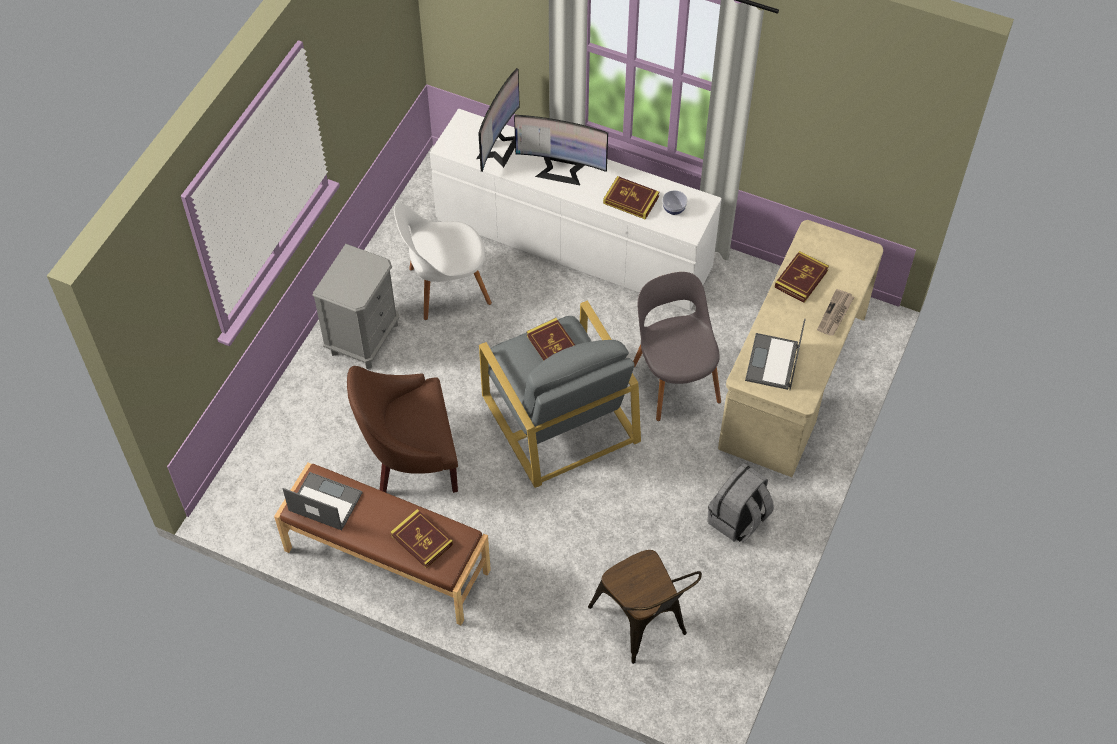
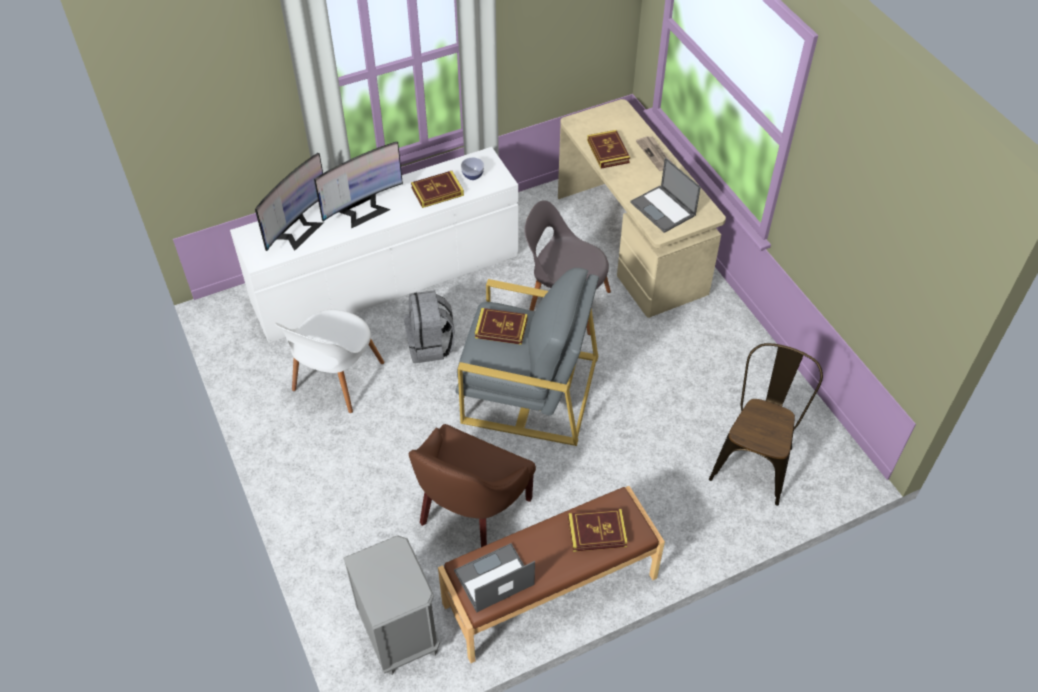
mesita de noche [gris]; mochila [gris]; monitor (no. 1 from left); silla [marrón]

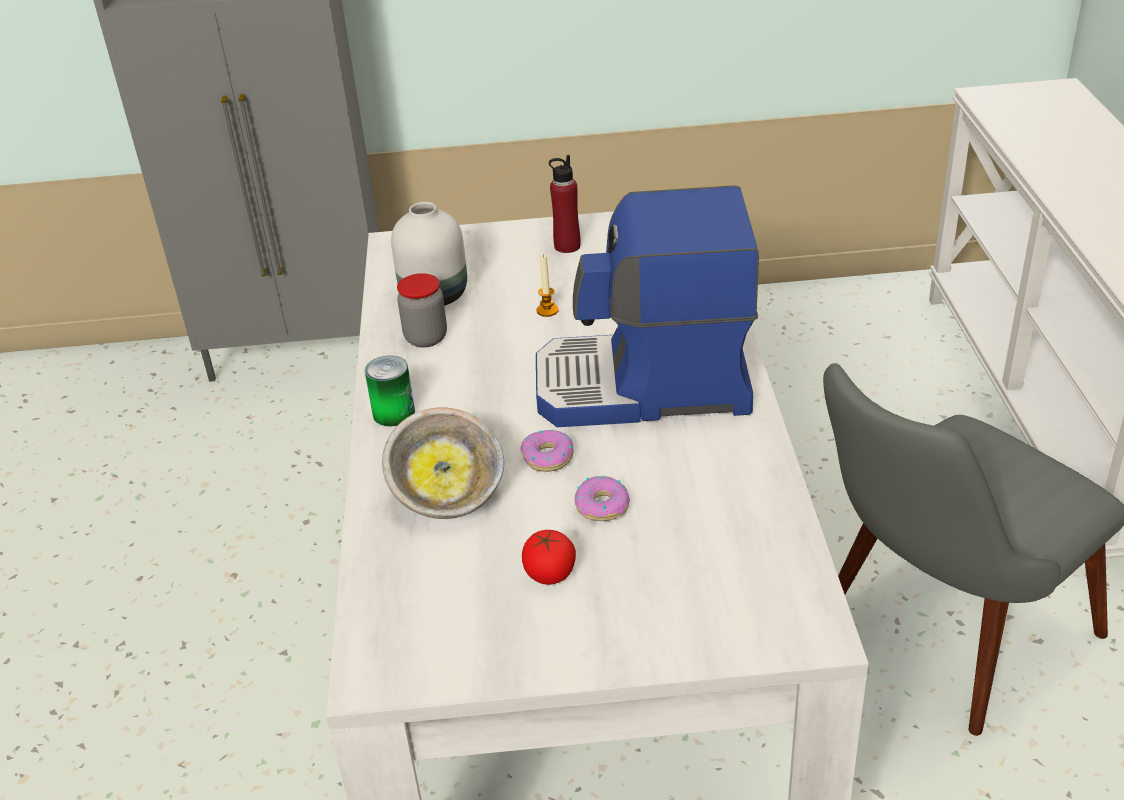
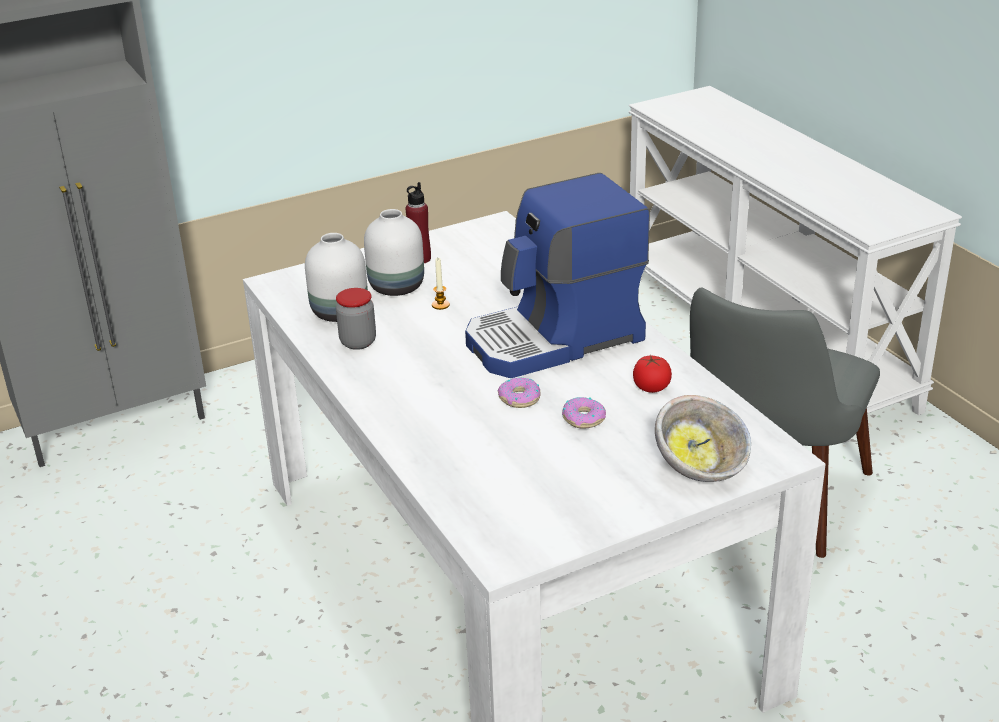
lata; florero [blanco] (no. 2 from left); cuenco; tomate

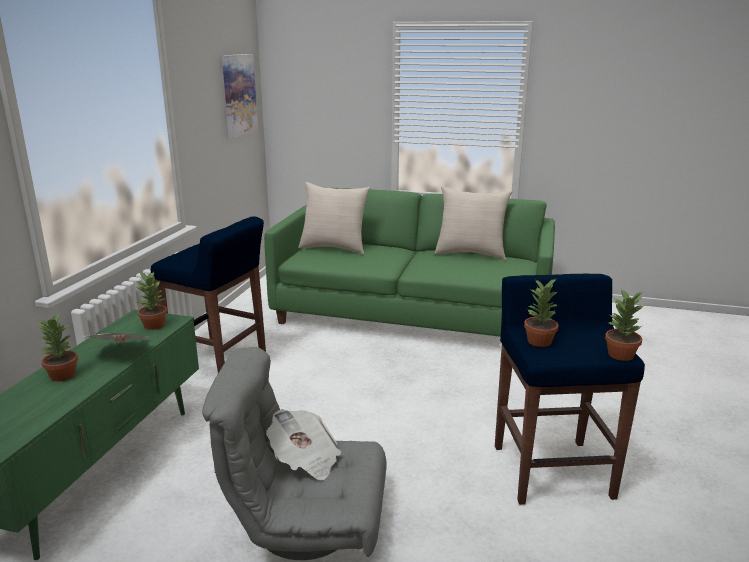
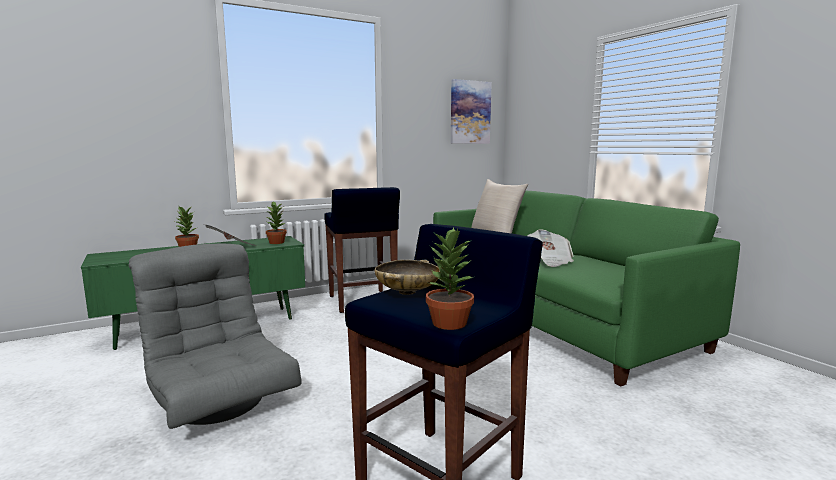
cojín [beis] (no. 2 from left in the first image); periódico (no. 2 from left); cuenco [beis]

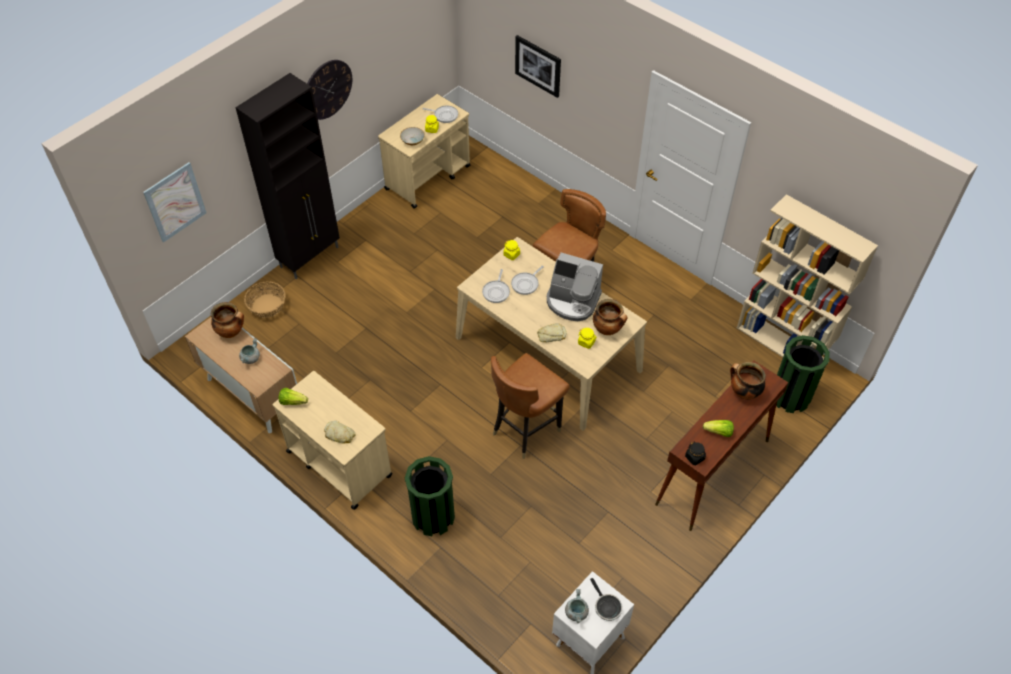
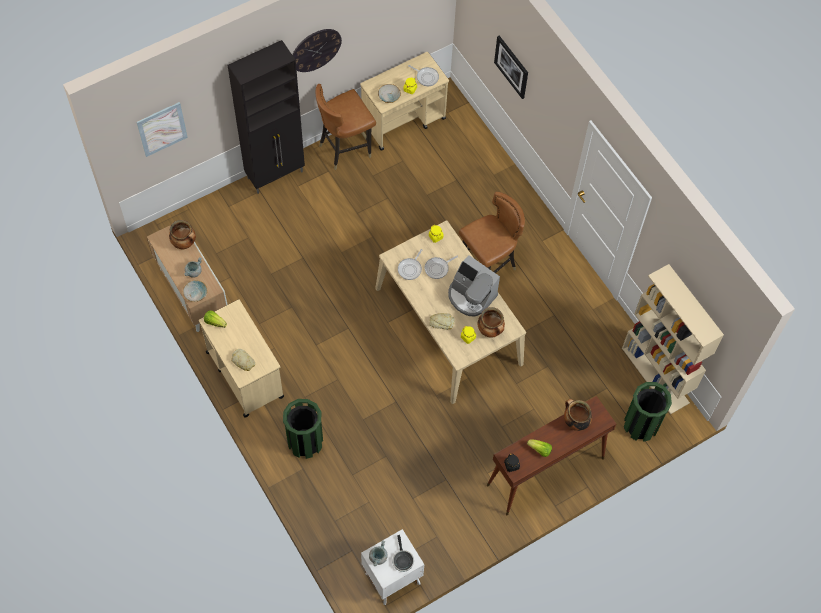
cesta; cuenco (no. 1 from left); silla [marrón] (no. 1 from left)

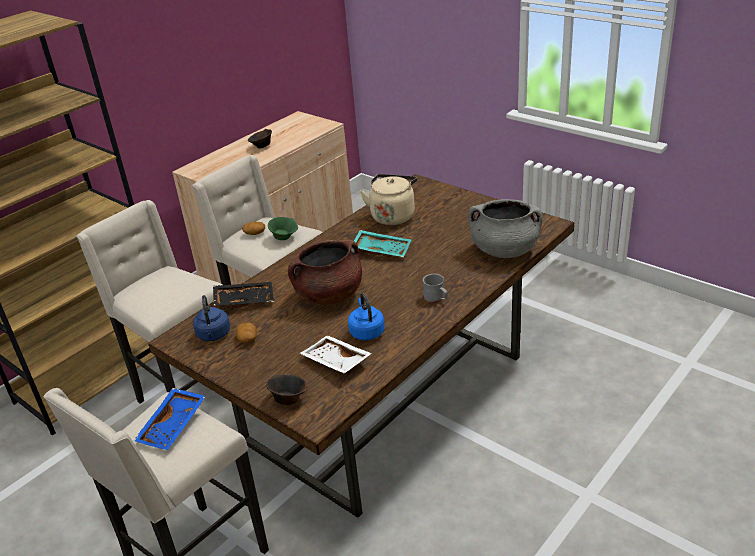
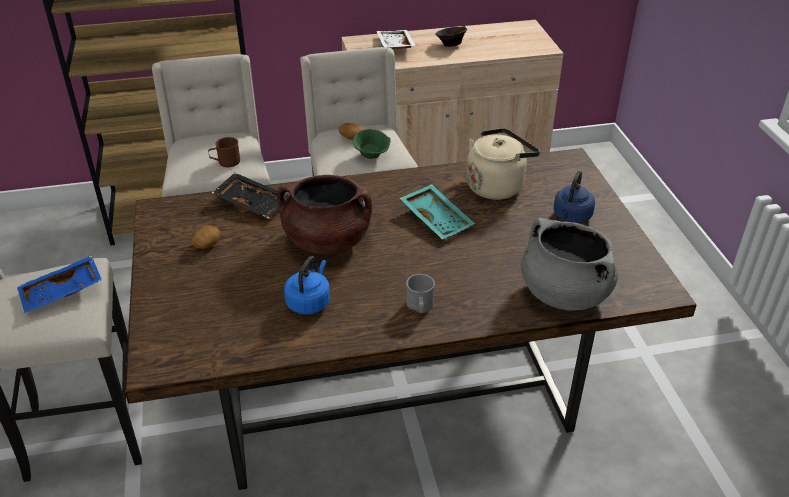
cuenco [marrón] (no. 2 from left in the first image); taza grande [marrón]; hervidor [azul] (no. 2 from left); bandeja [blanco]

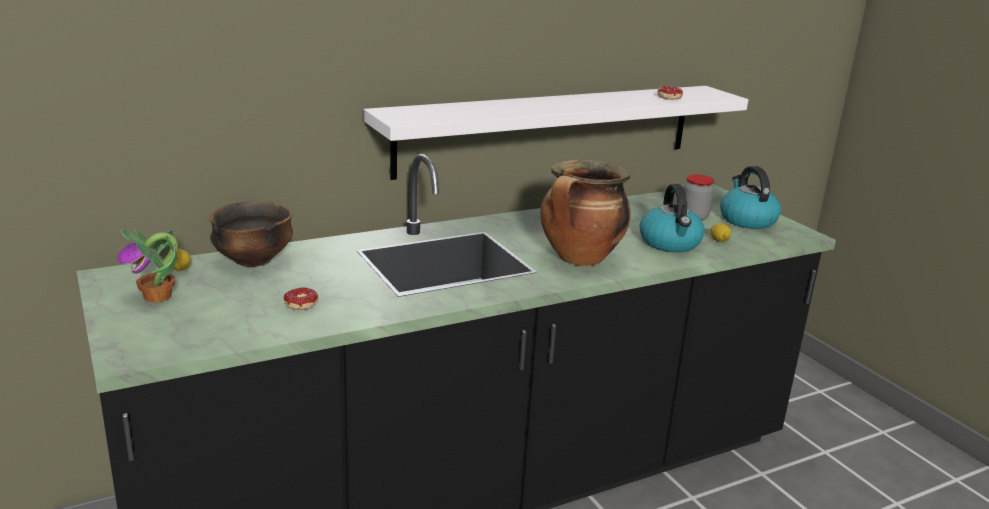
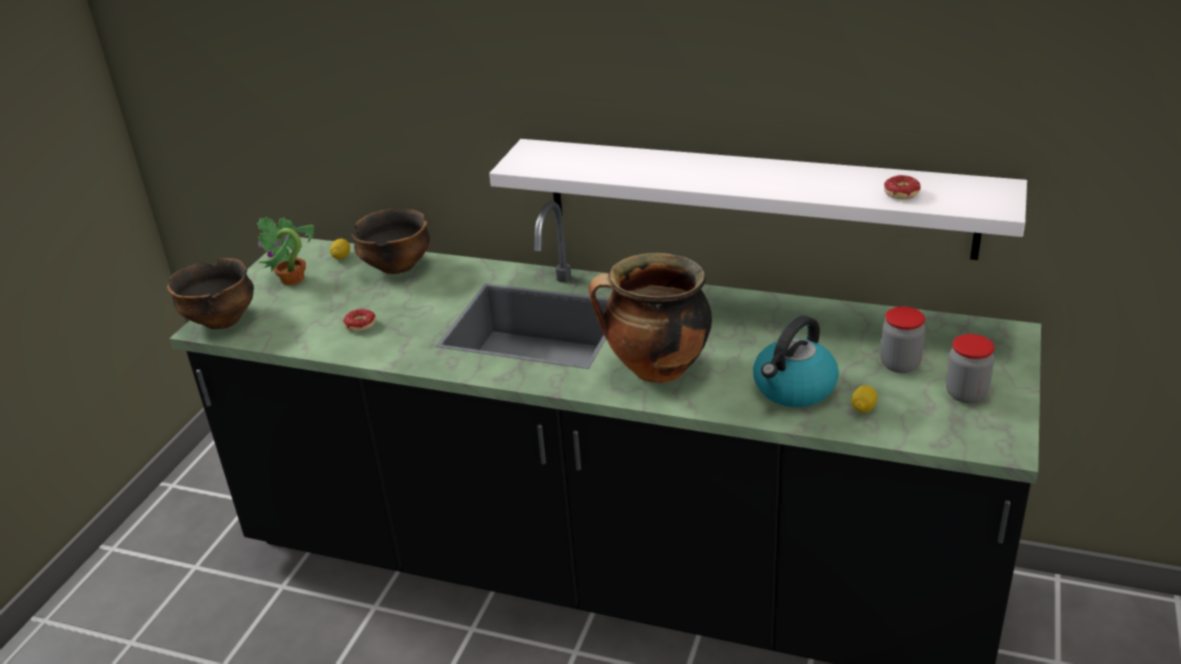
cuenco (no. 1 from left); tarro (no. 2 from left)

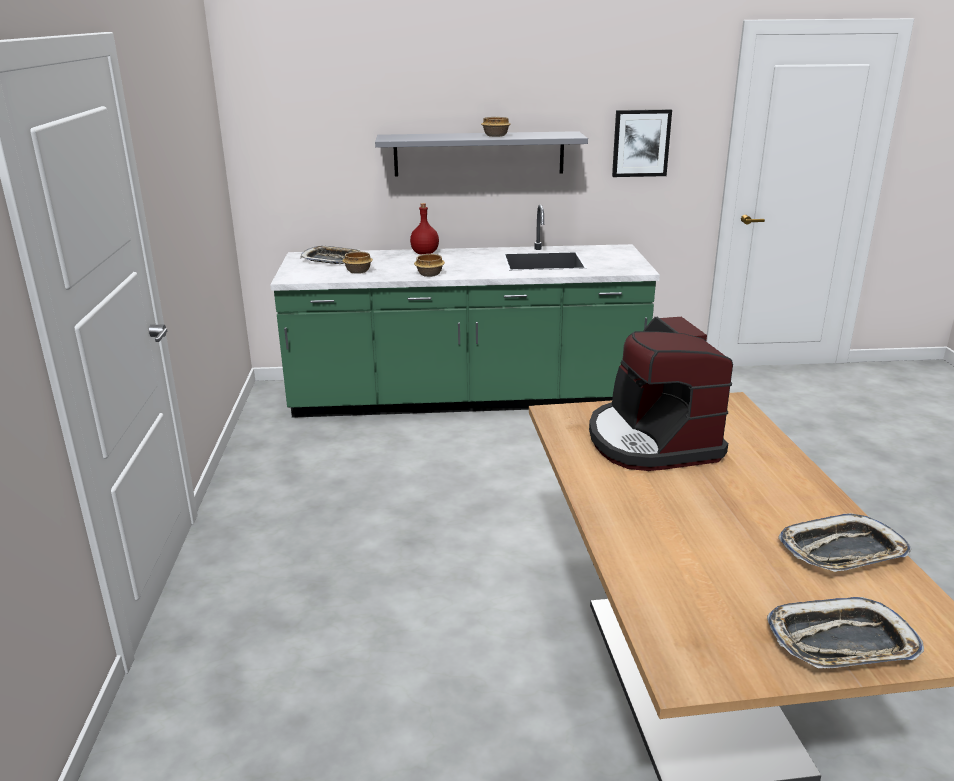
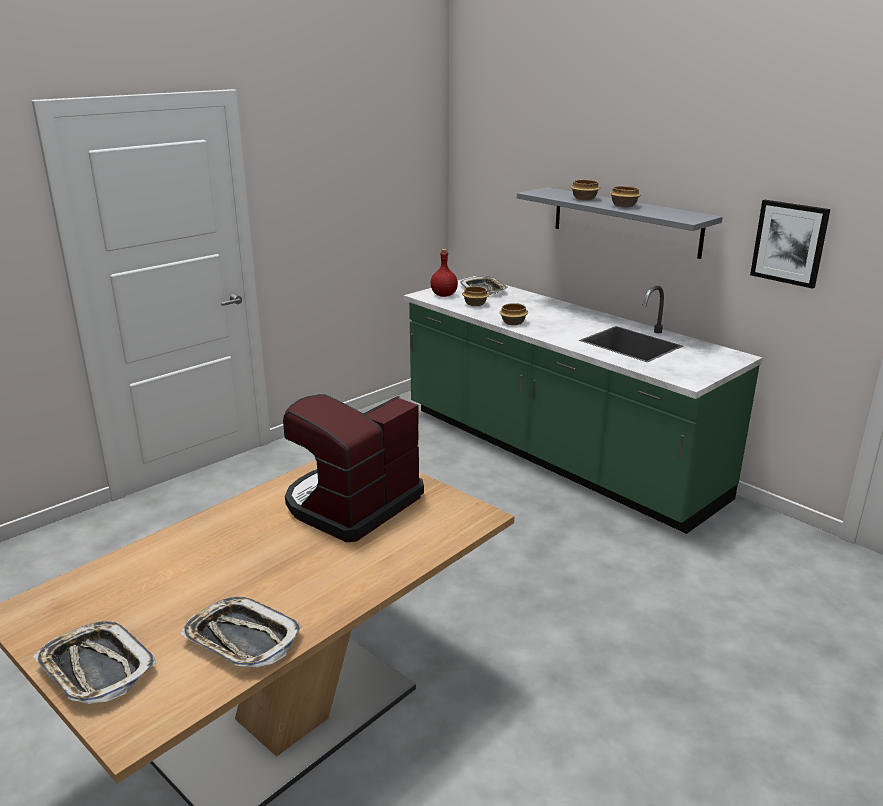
cuenco (no. 3 from left); botella [rojo]

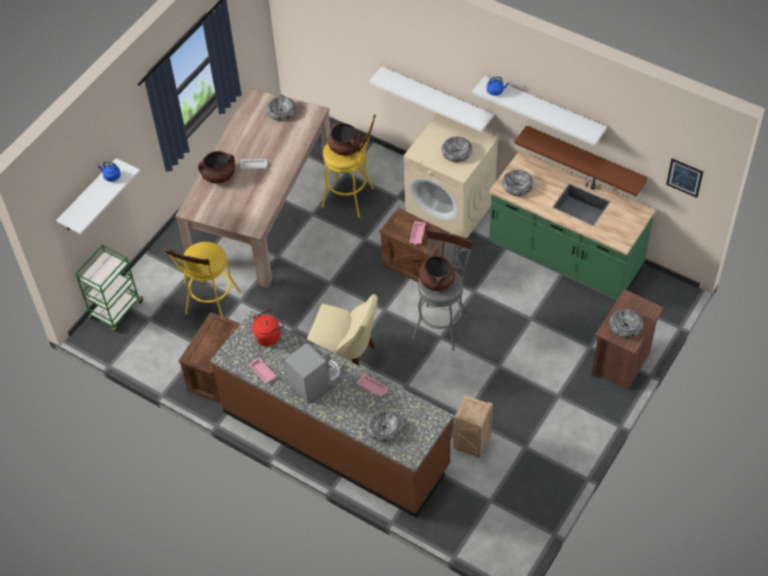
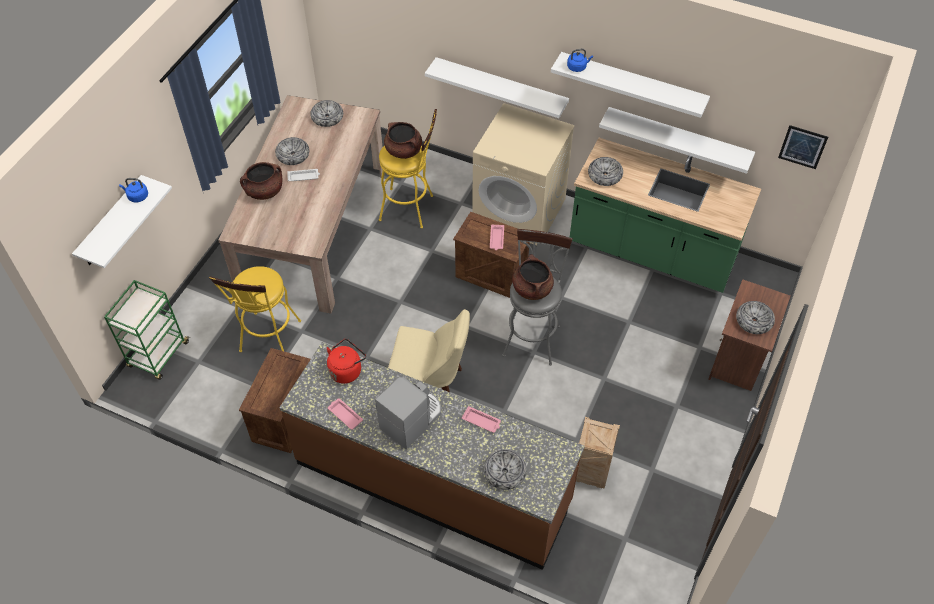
cuenco (no. 1 from left); estante [blanco] (no. 4 from left)

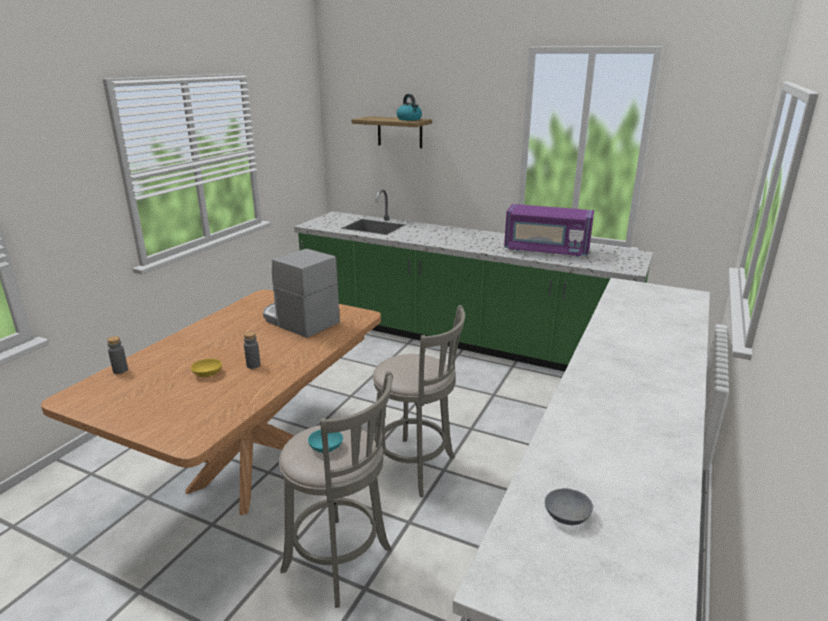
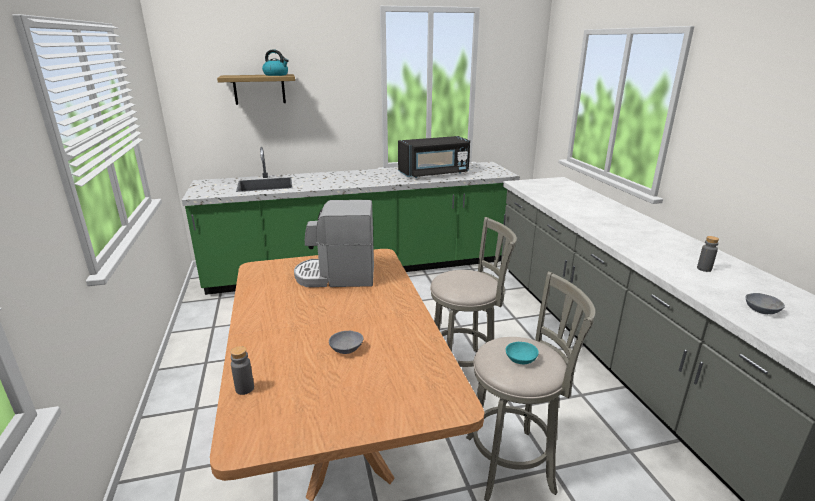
botella [gris] (no. 2 from left); cuenco [gris] (no. 1 from left); microondas [negro]

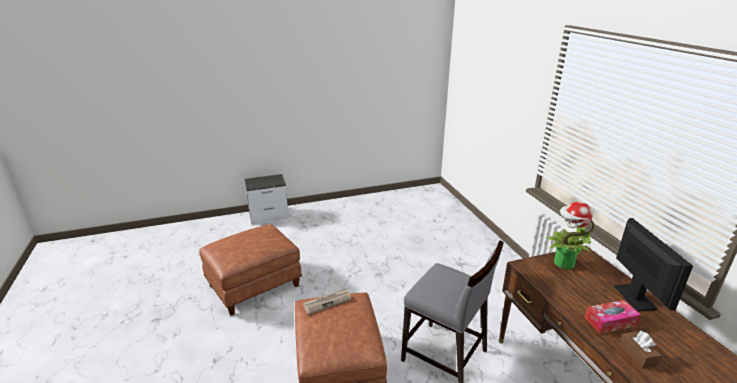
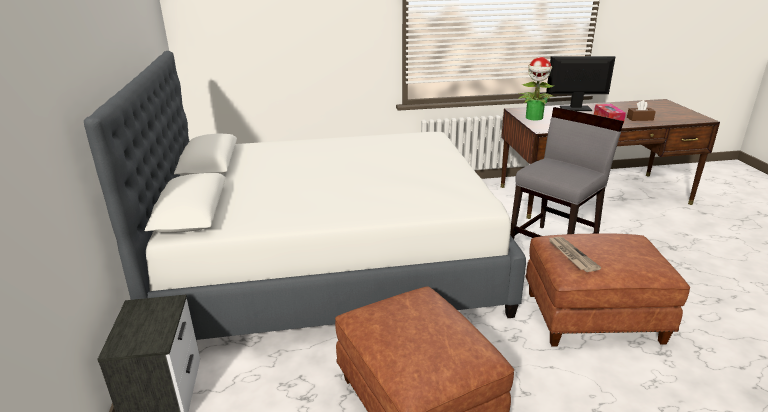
cama [blanco]

